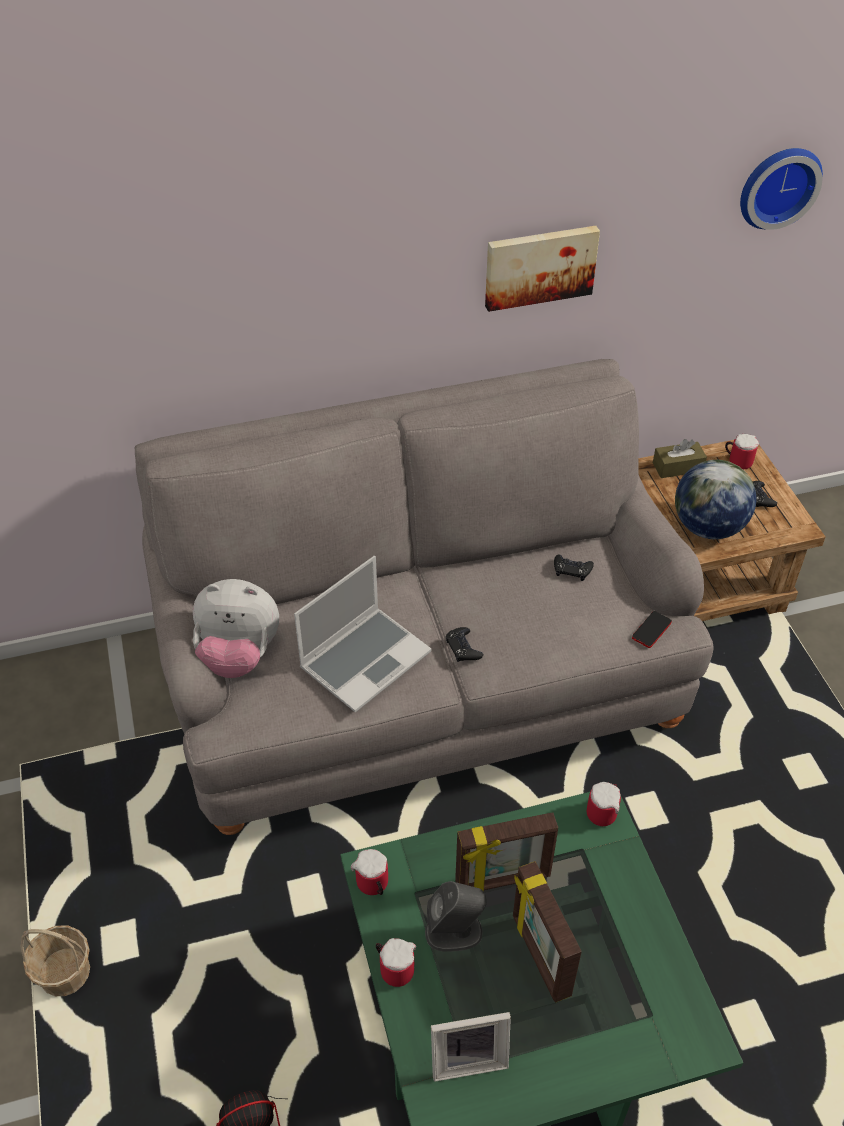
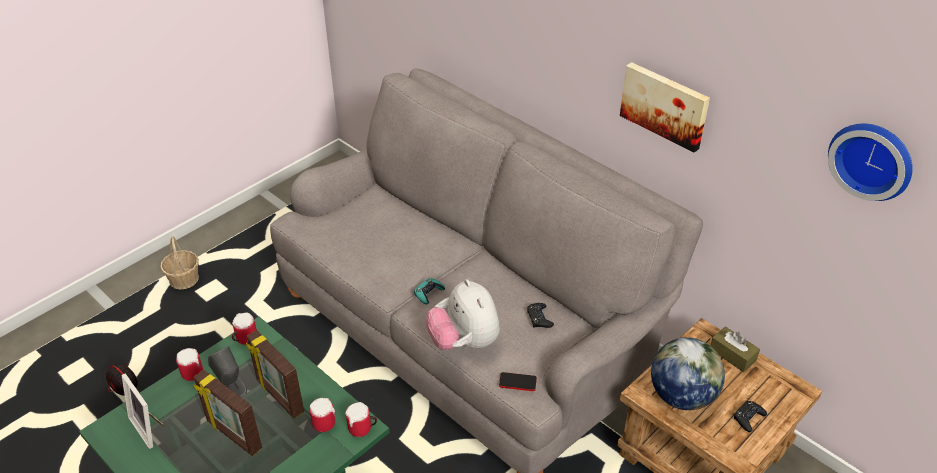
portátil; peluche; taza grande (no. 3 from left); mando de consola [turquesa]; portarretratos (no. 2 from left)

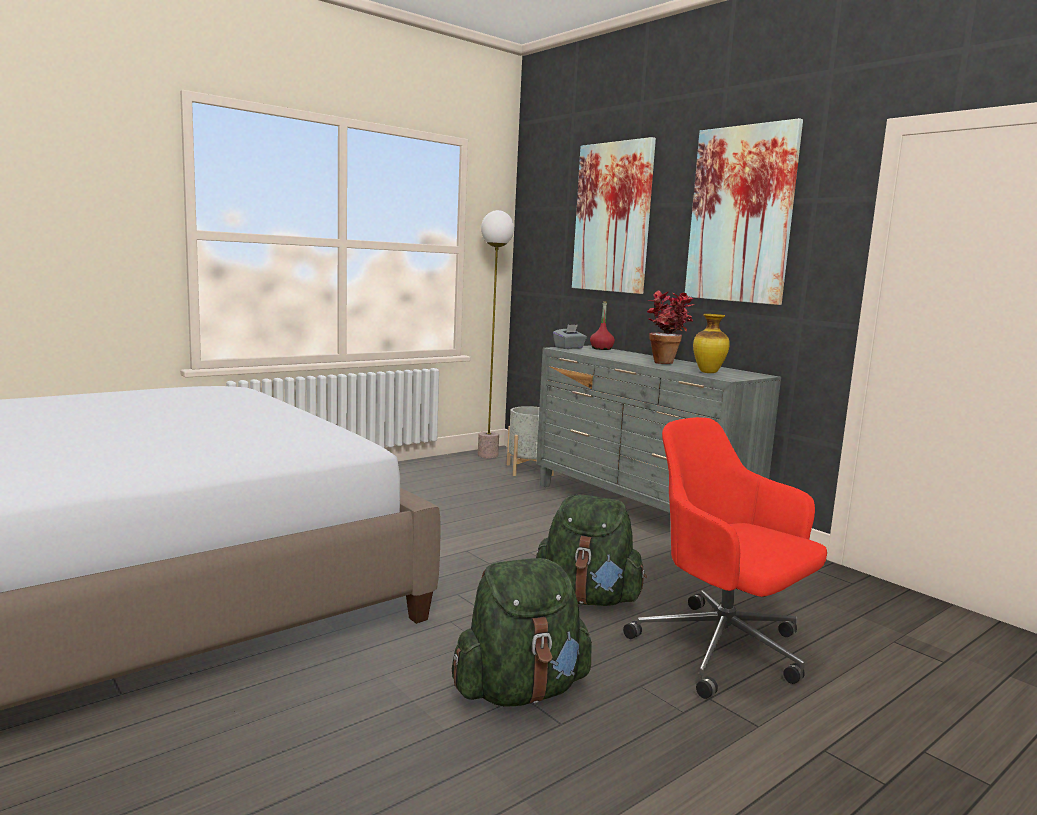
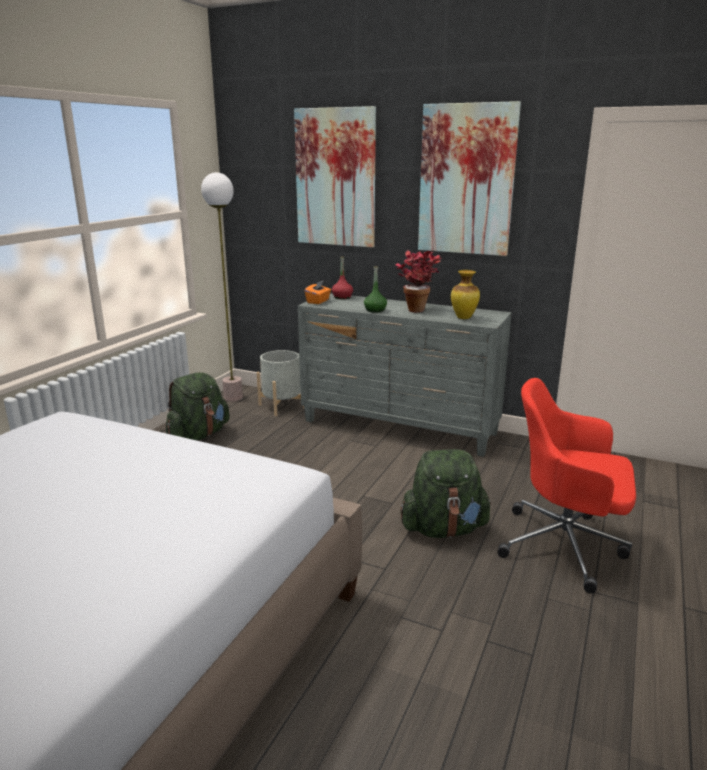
botella [verde]; mochila [verde] (no. 1 from left); caja de pañuelos [naranja]

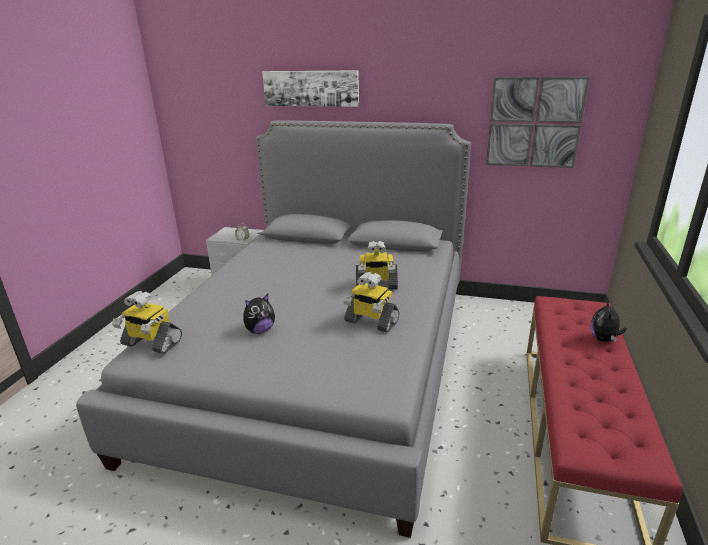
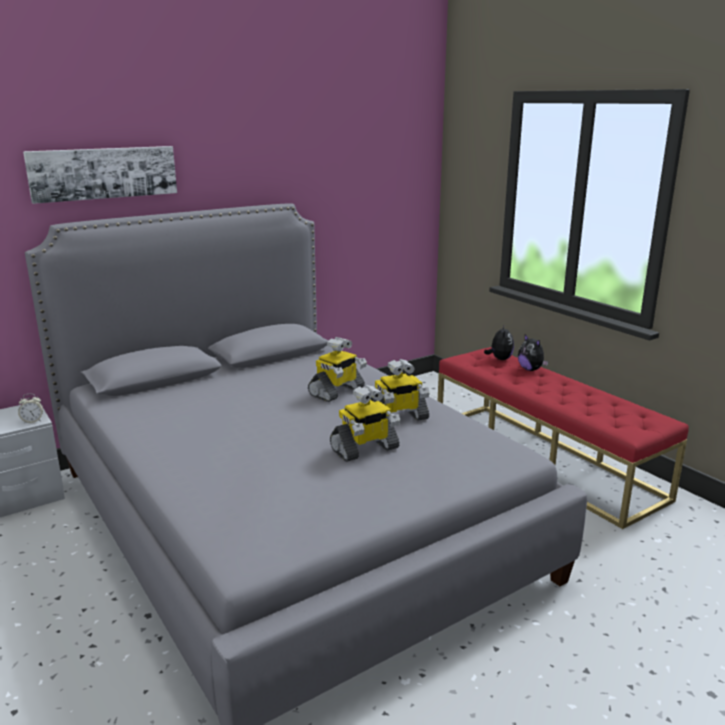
cuadro (no. 2 from left in the first image); robot de juguete (no. 2 from left); peluche (no. 1 from left)

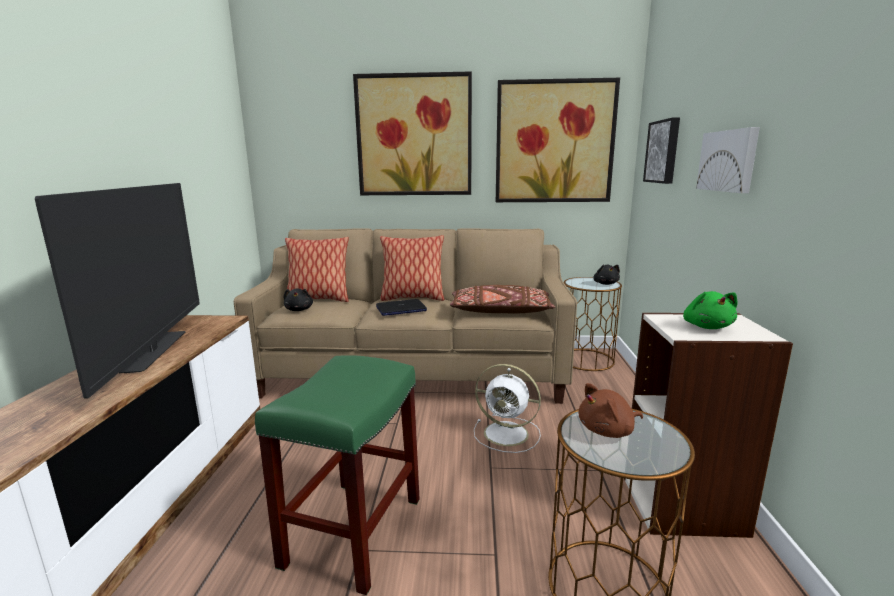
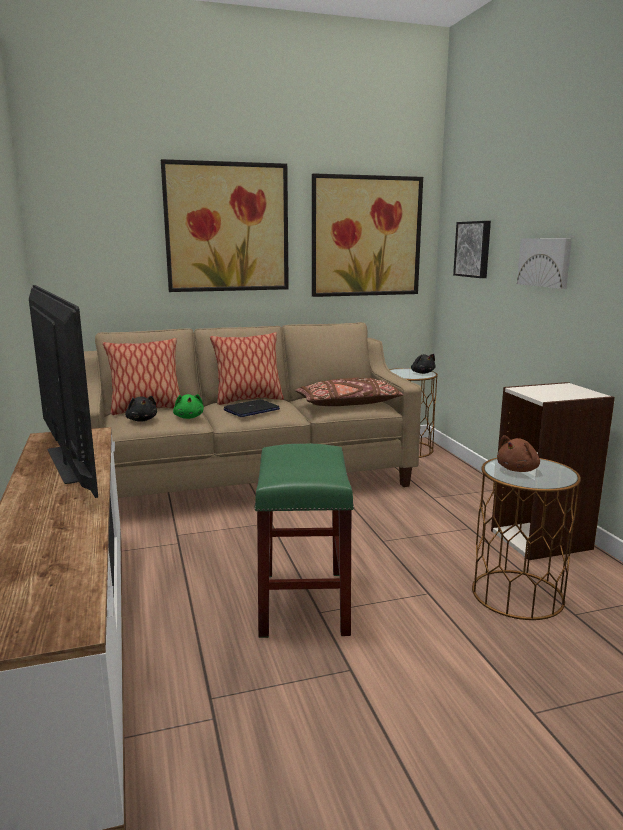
ventilador [blanco]; peluche [verde]

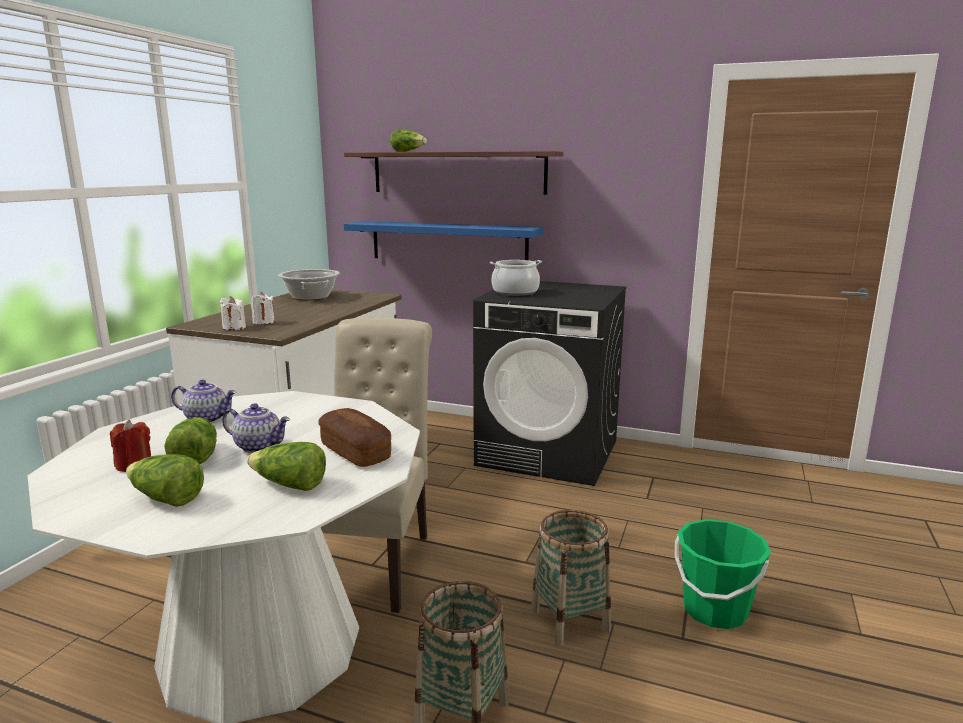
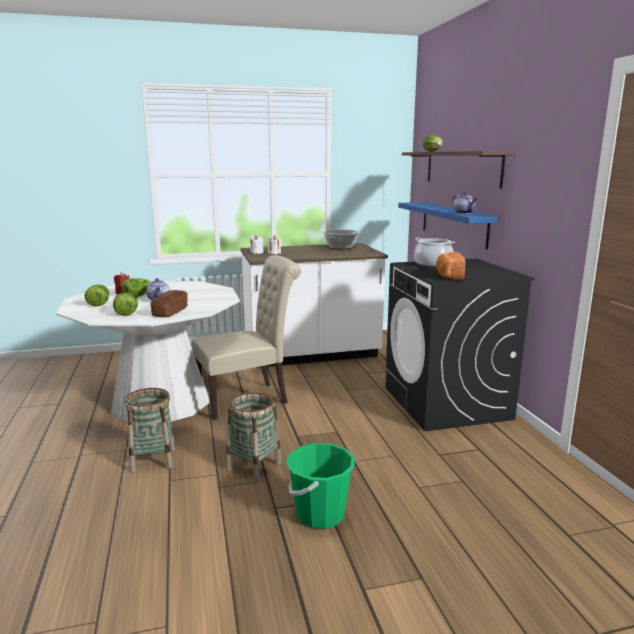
pan (no. 2 from left); tetera (no. 2 from left)

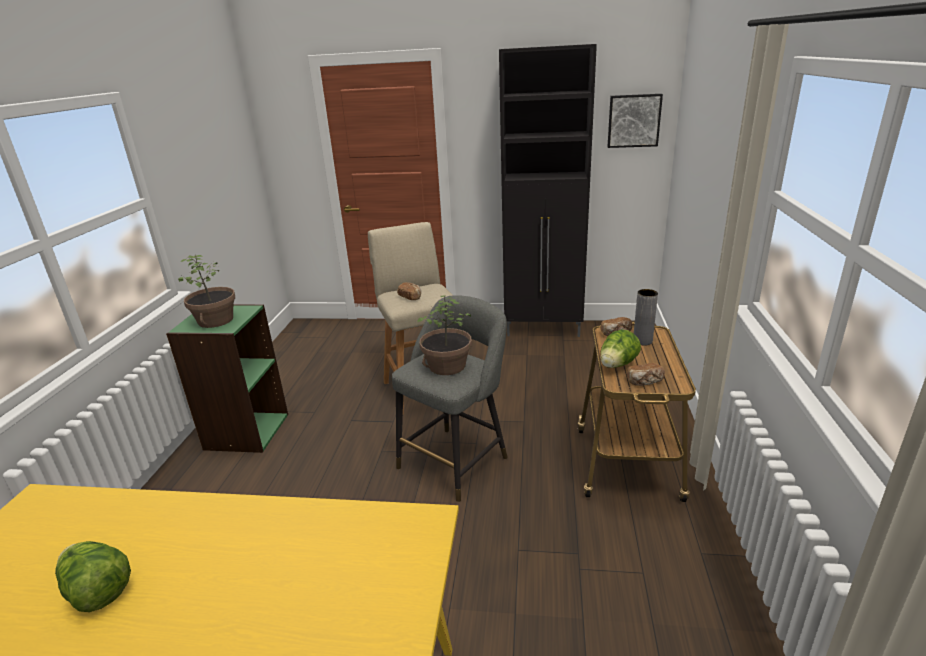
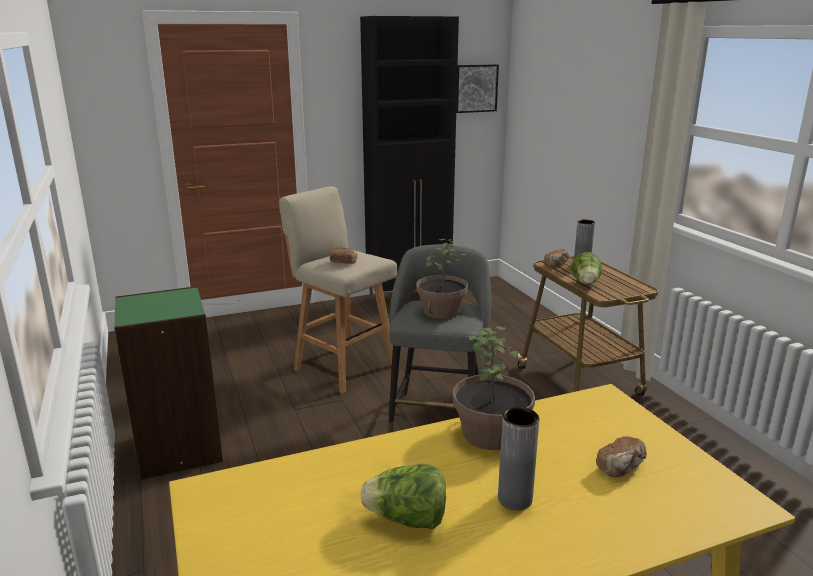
florero [gris] (no. 1 from left); planta en maceta (no. 2 from left); pan (no. 3 from left)

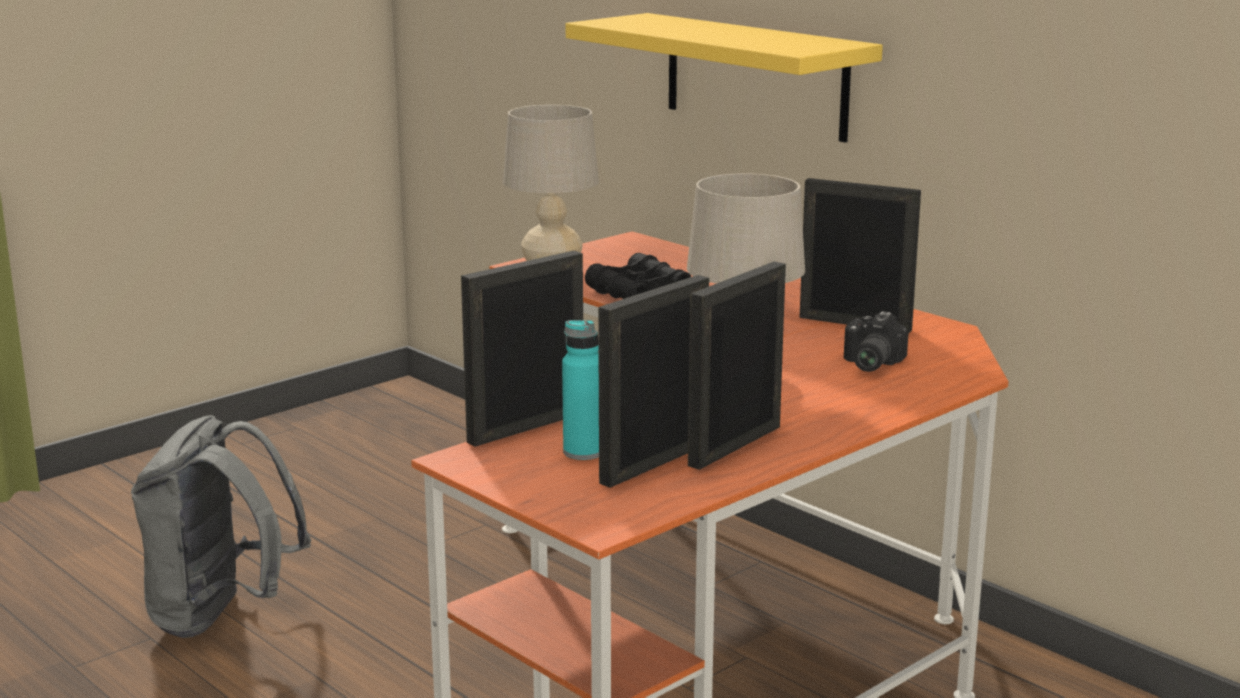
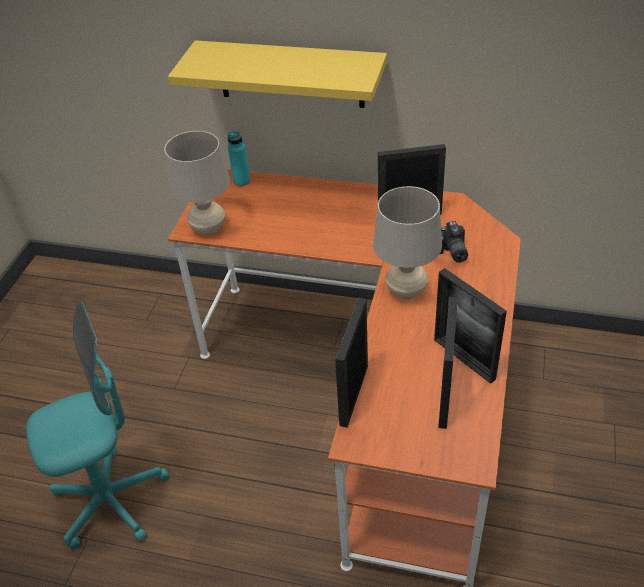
prismáticos [negro]; botella [turquesa]; silla de oficina [turquesa]; portarretratos (no. 4 from left)

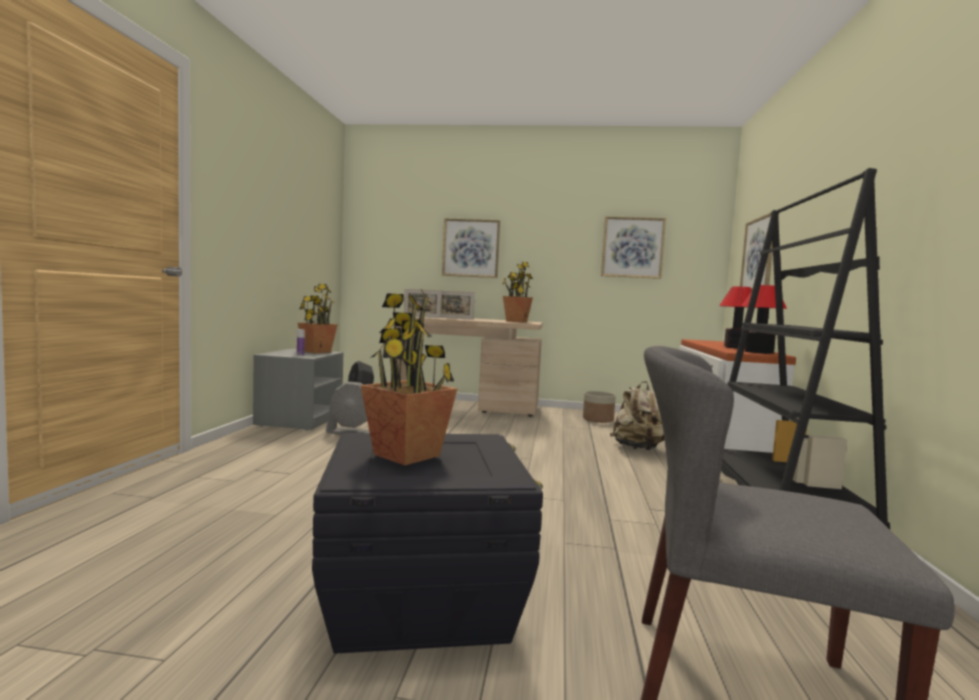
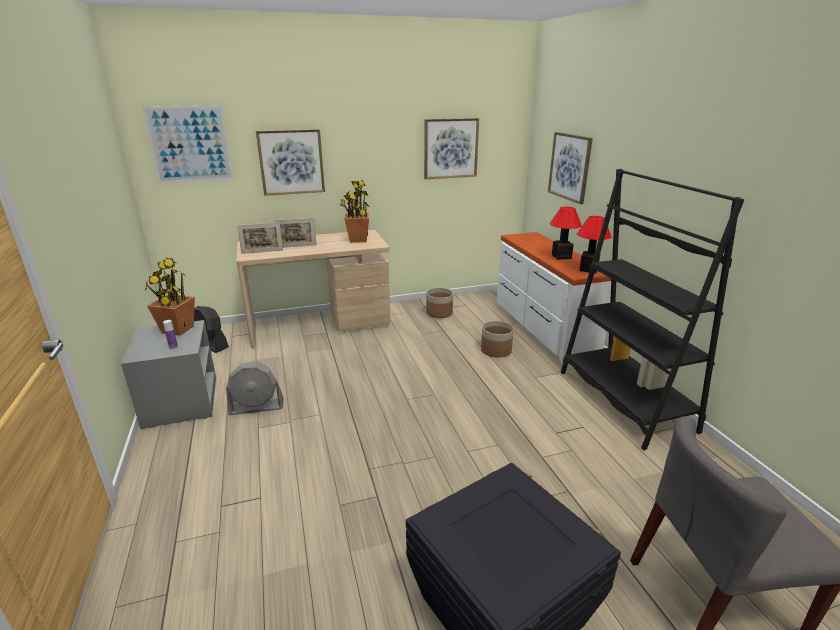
planta en maceta (no. 2 from left in the first image); cuadro (no. 1 from left); maceta (no. 2 from left)

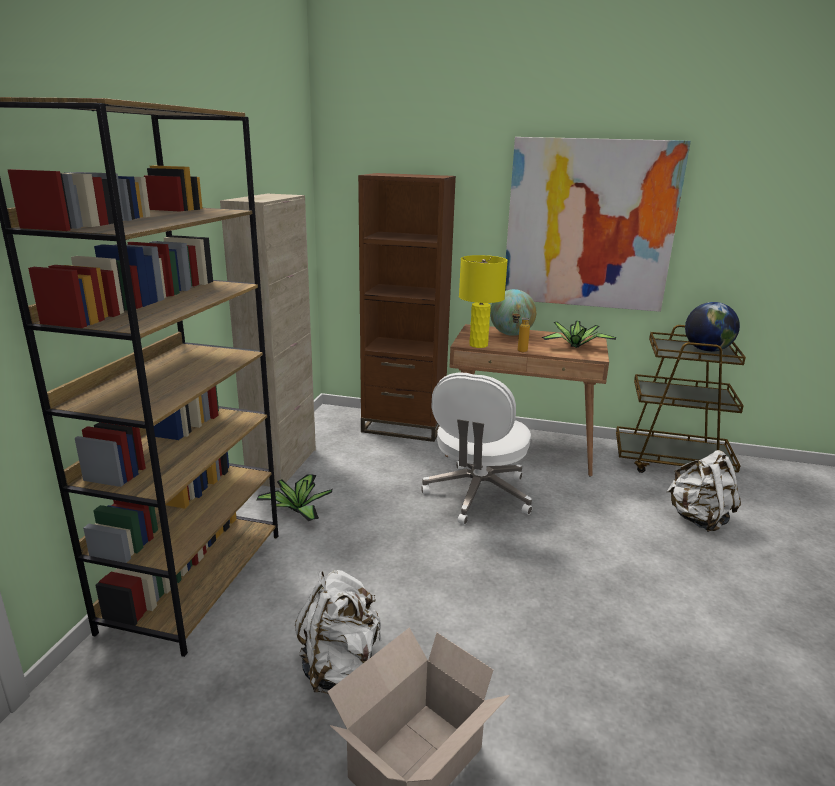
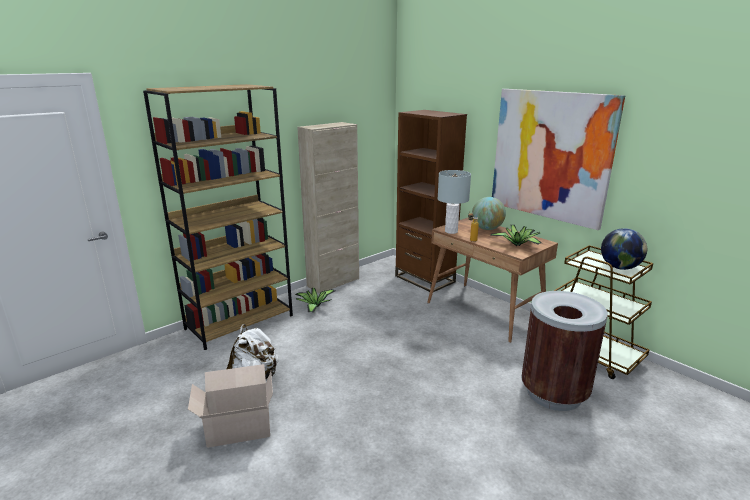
silla de oficina [blanco]; papelera [marrón]; lámpara de mesa [gris]

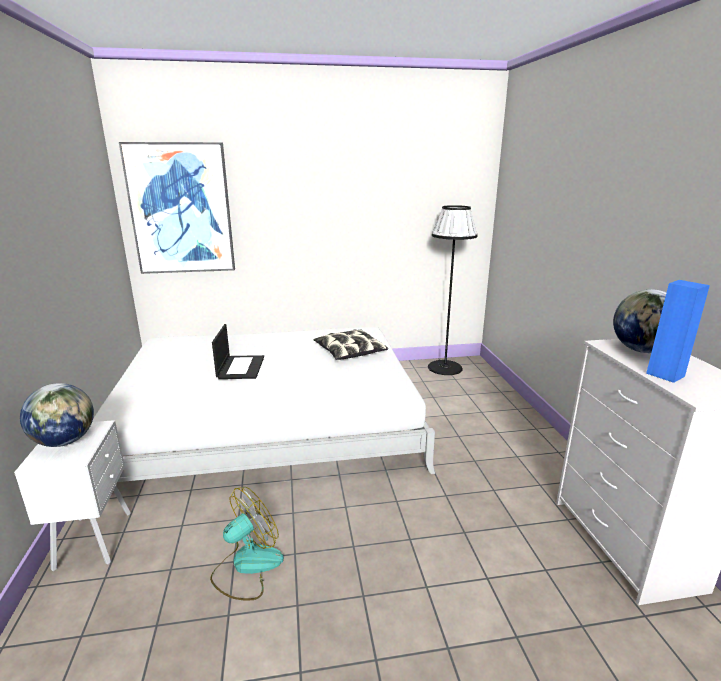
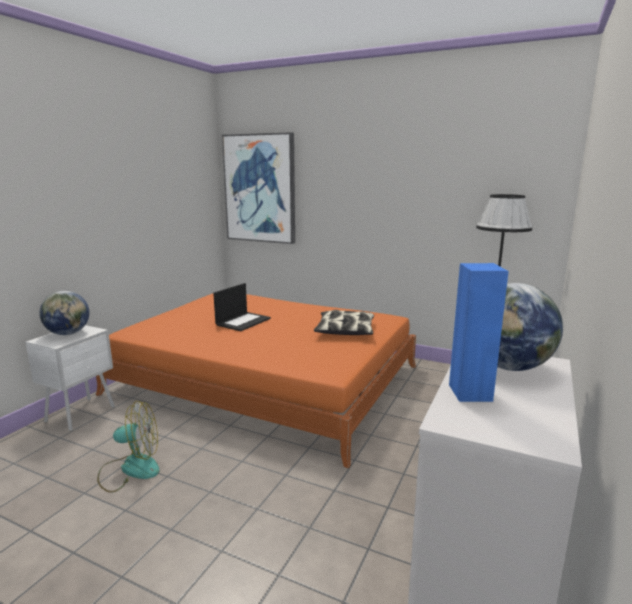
cama [naranja]

